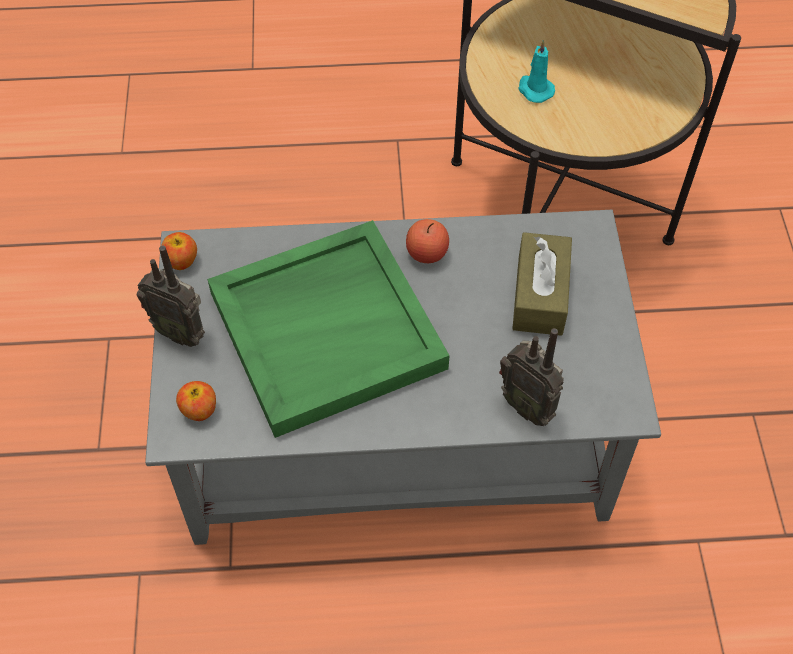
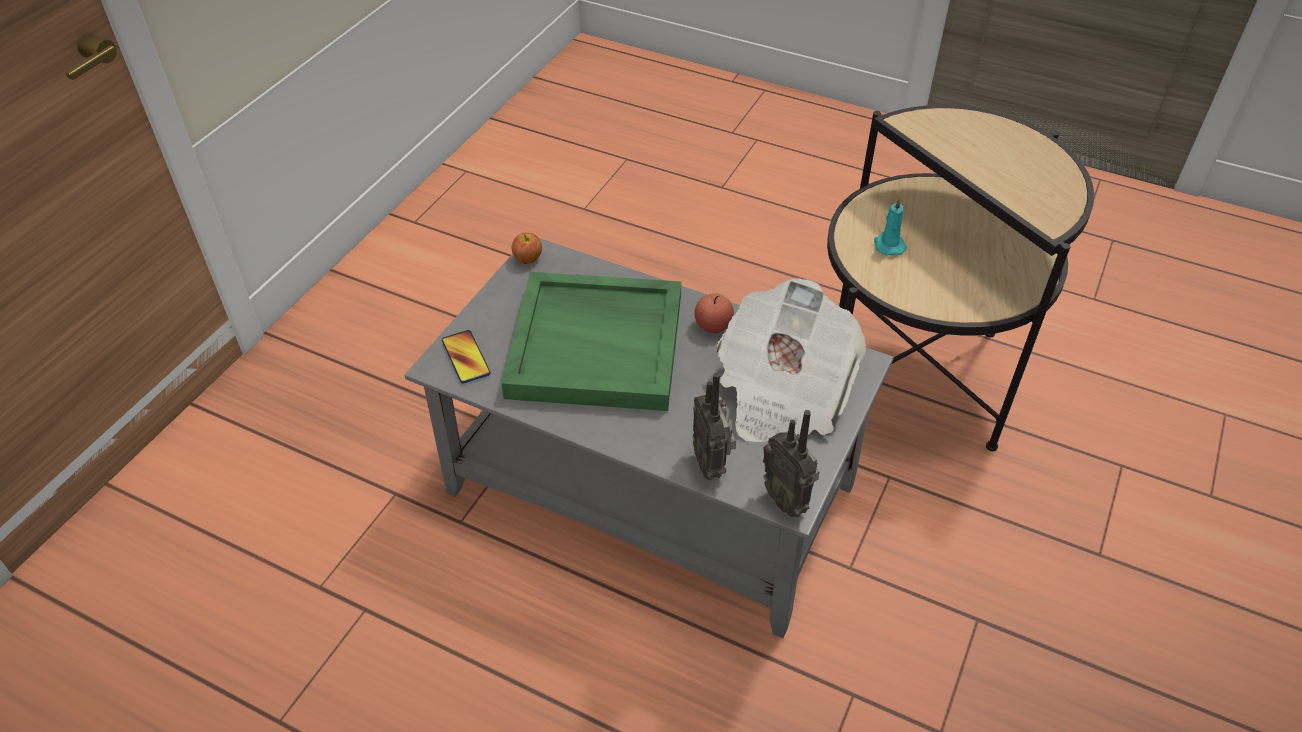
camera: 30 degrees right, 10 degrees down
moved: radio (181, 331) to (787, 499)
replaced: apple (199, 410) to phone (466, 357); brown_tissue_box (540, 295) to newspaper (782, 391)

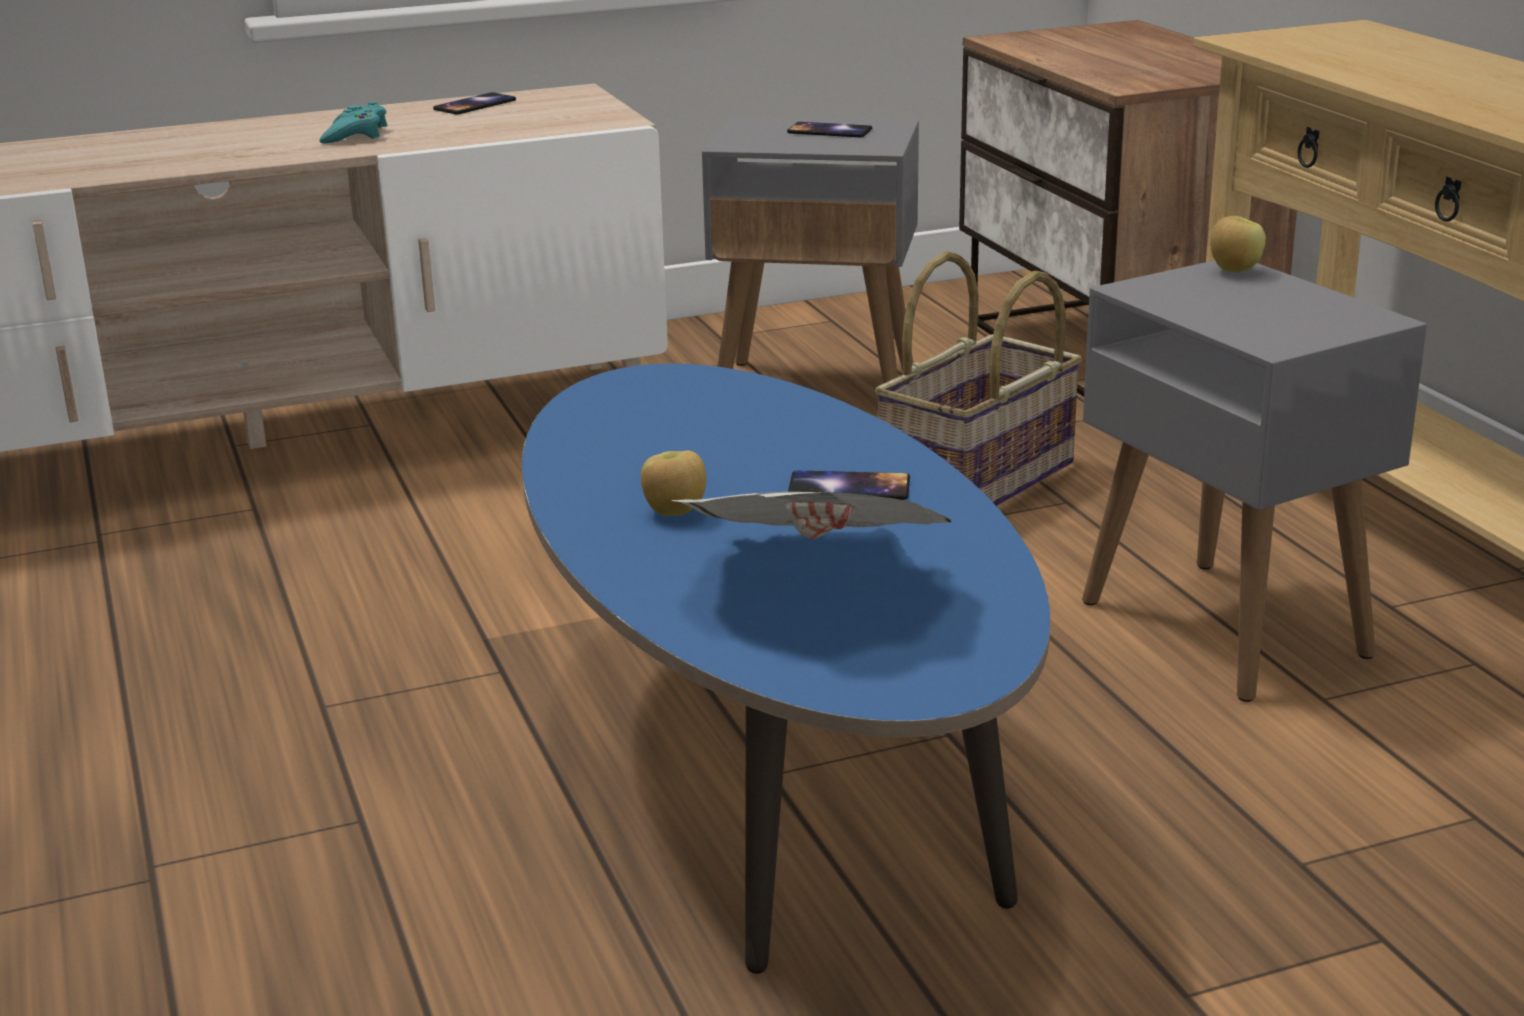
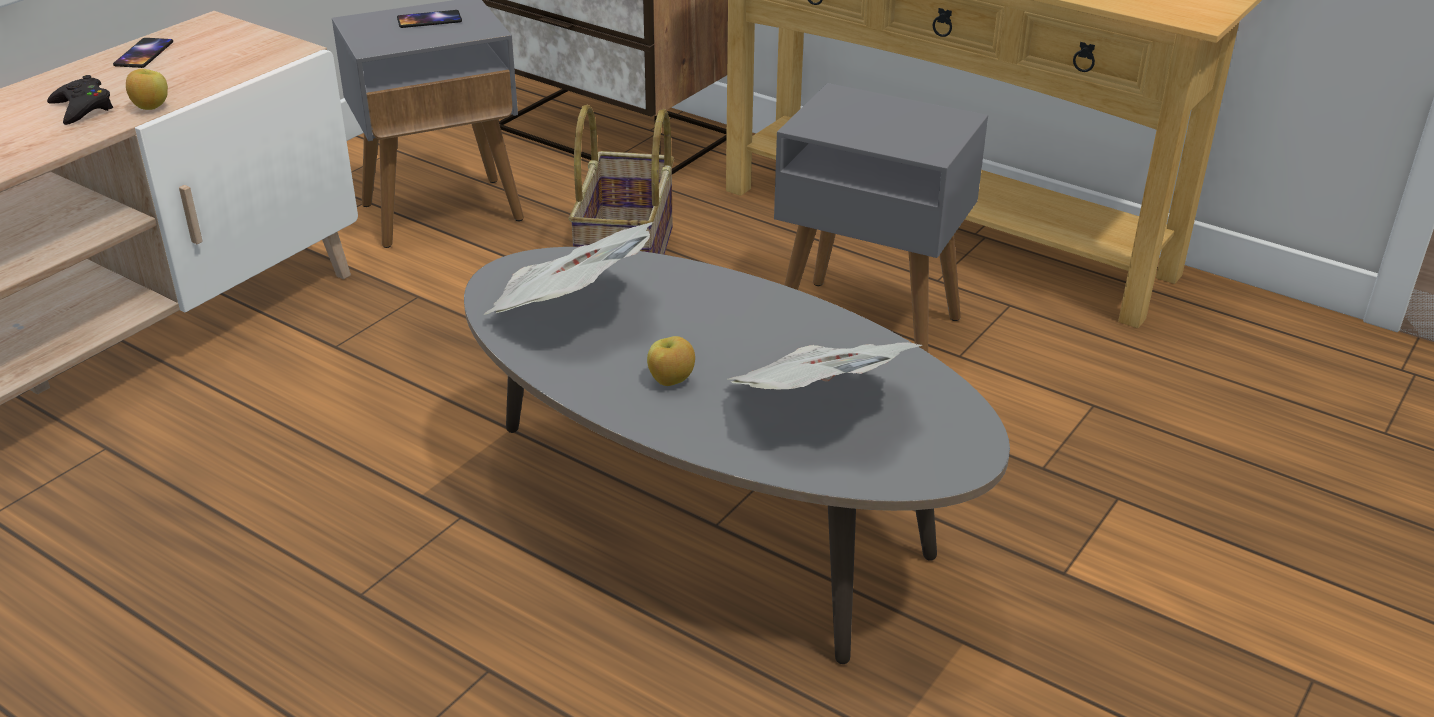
camera: 35 degrees left, 10 degrees up
removed: phone (849, 487)
added: newspaper (569, 308)
moved: apple (1234, 270) to (150, 107)
recoloured: turquoise_game_controller (355, 134) to black_game_controller (82, 108); blue_coffee_table (767, 775) to grey_coffee_table (715, 526)

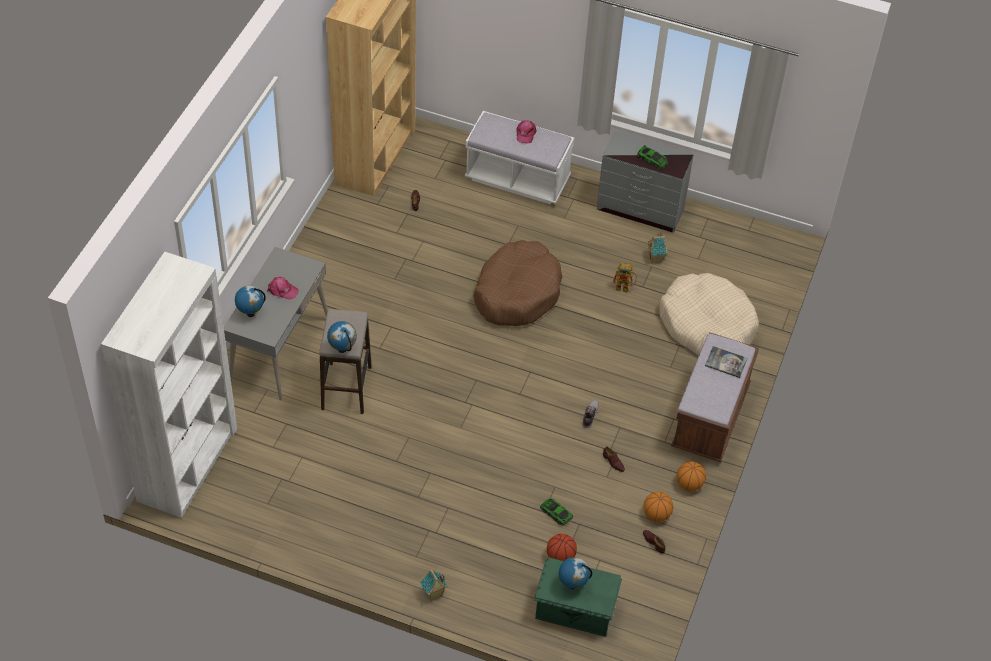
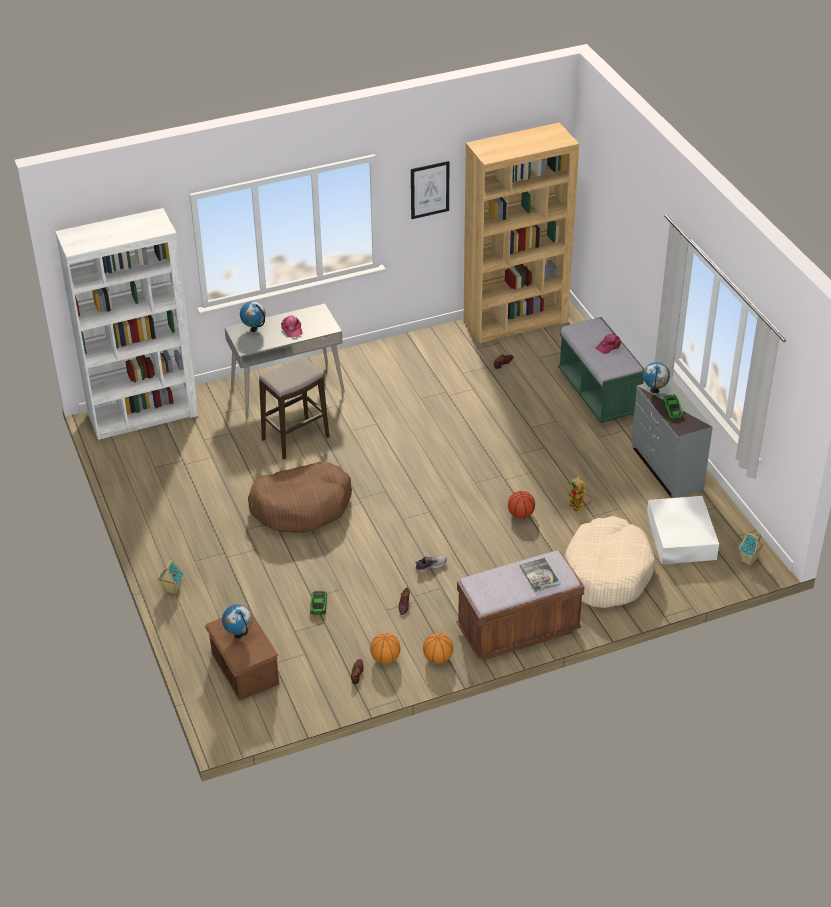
camera: 50 degrees right, 10 degrees down
added: picture (429, 189); white_storage_box (681, 536)
moved: brown_dog_bed (517, 292) to (302, 506); basketball (560, 557) to (520, 514); globe (342, 349) to (654, 391); toy_house (656, 258) to (748, 560)
recoloured: green_storage_box (575, 610) to brown_storage_box (244, 669); white_bench (517, 179) to green_bench (599, 393)

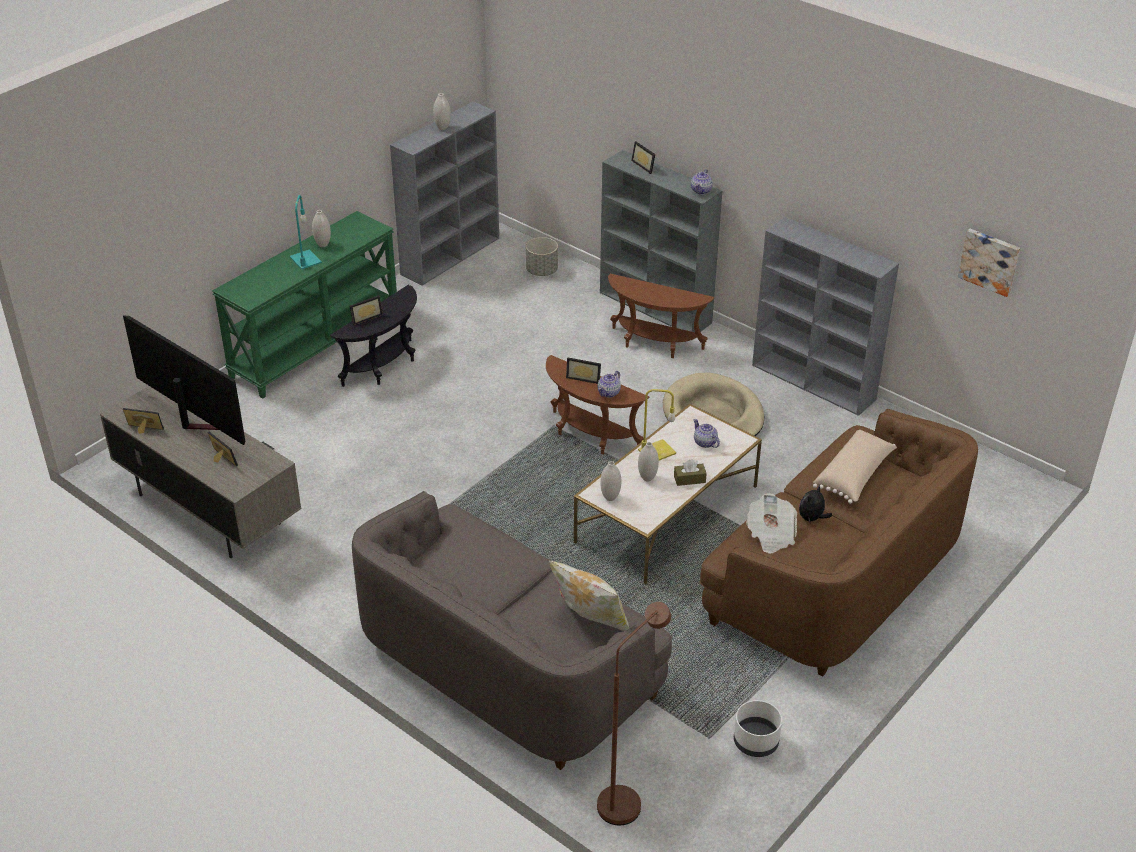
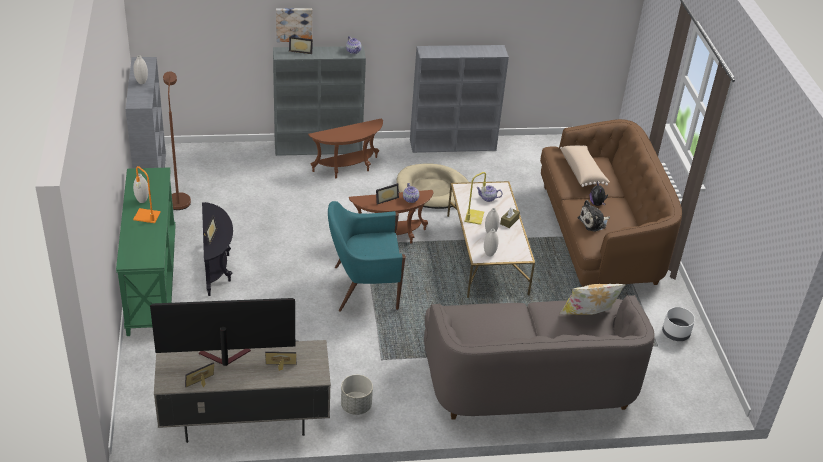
camera: 50 degrees left, 0 degrees up
added: turquoise_armchair (364, 288)
moved: brown_floor_lamp (626, 799) to (178, 198); picture (990, 261) to (294, 24); grey_planter (542, 271) to (356, 406)
replaced: newspaper (770, 535) to plush_toy (593, 222)
recoloured: turquoise_table_lamp (306, 260) to orange_table_lamp (147, 216)

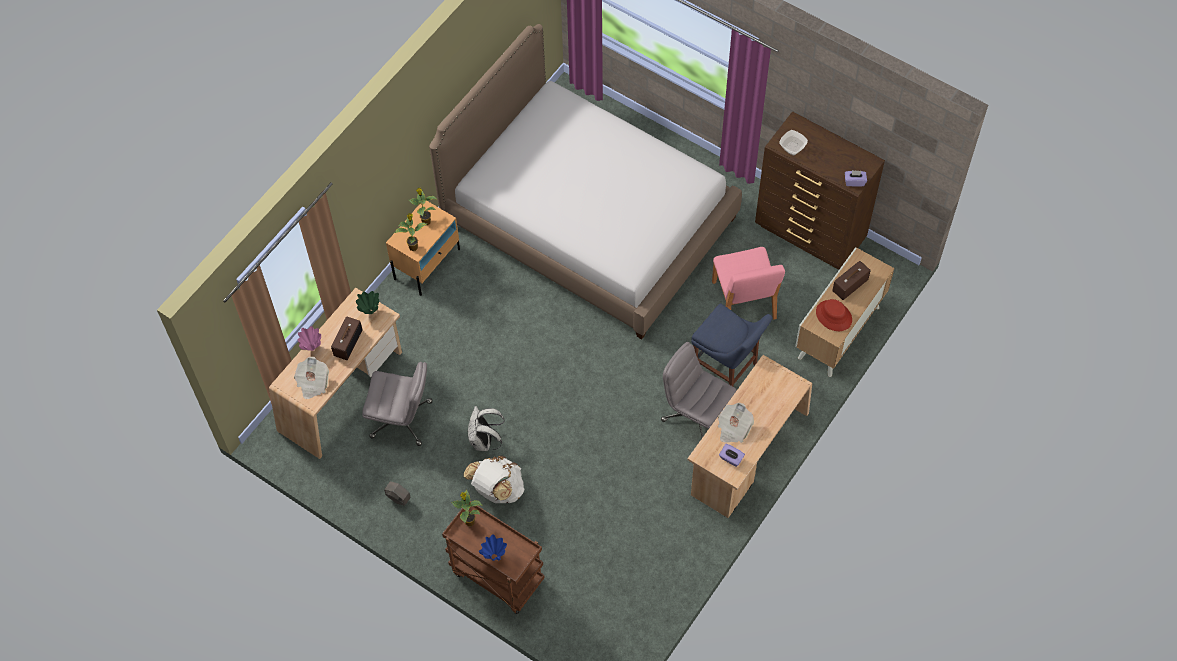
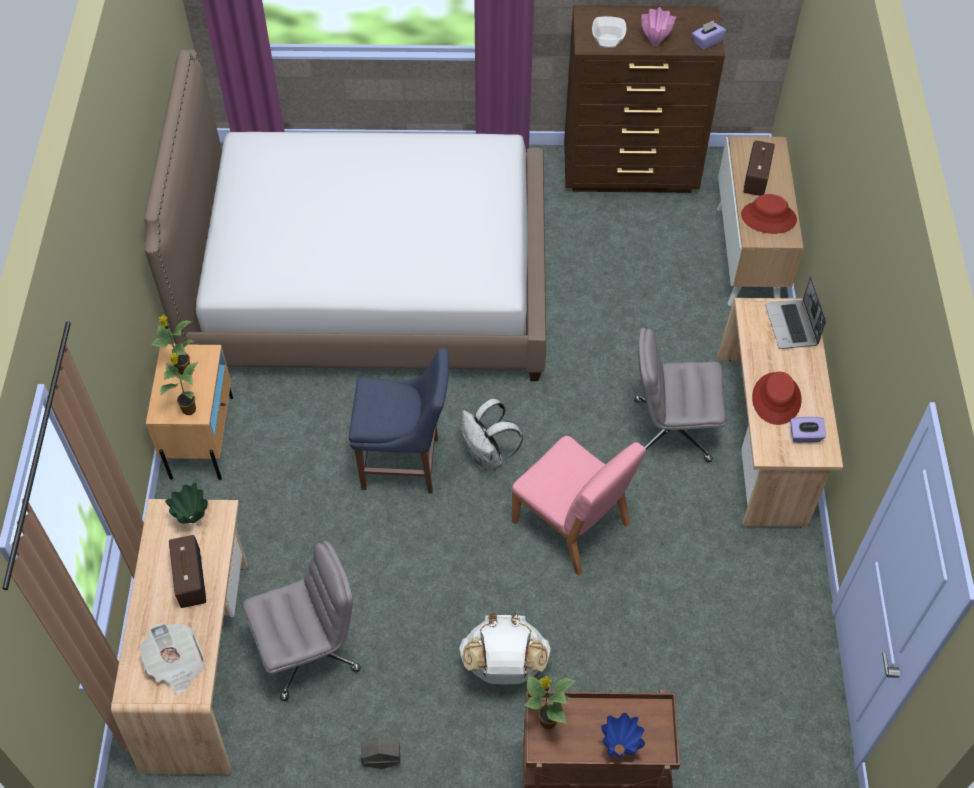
camera: 35 degrees left, 5 degrees down
added: laptop (792, 326)
moved: blue_chair (727, 368) to (405, 464); white_backpack (484, 441) to (487, 456); pink_chair (743, 301) to (571, 524); pink_vase (312, 348) to (655, 43)
replaced: newspaper (733, 428) to red_hat (776, 399)

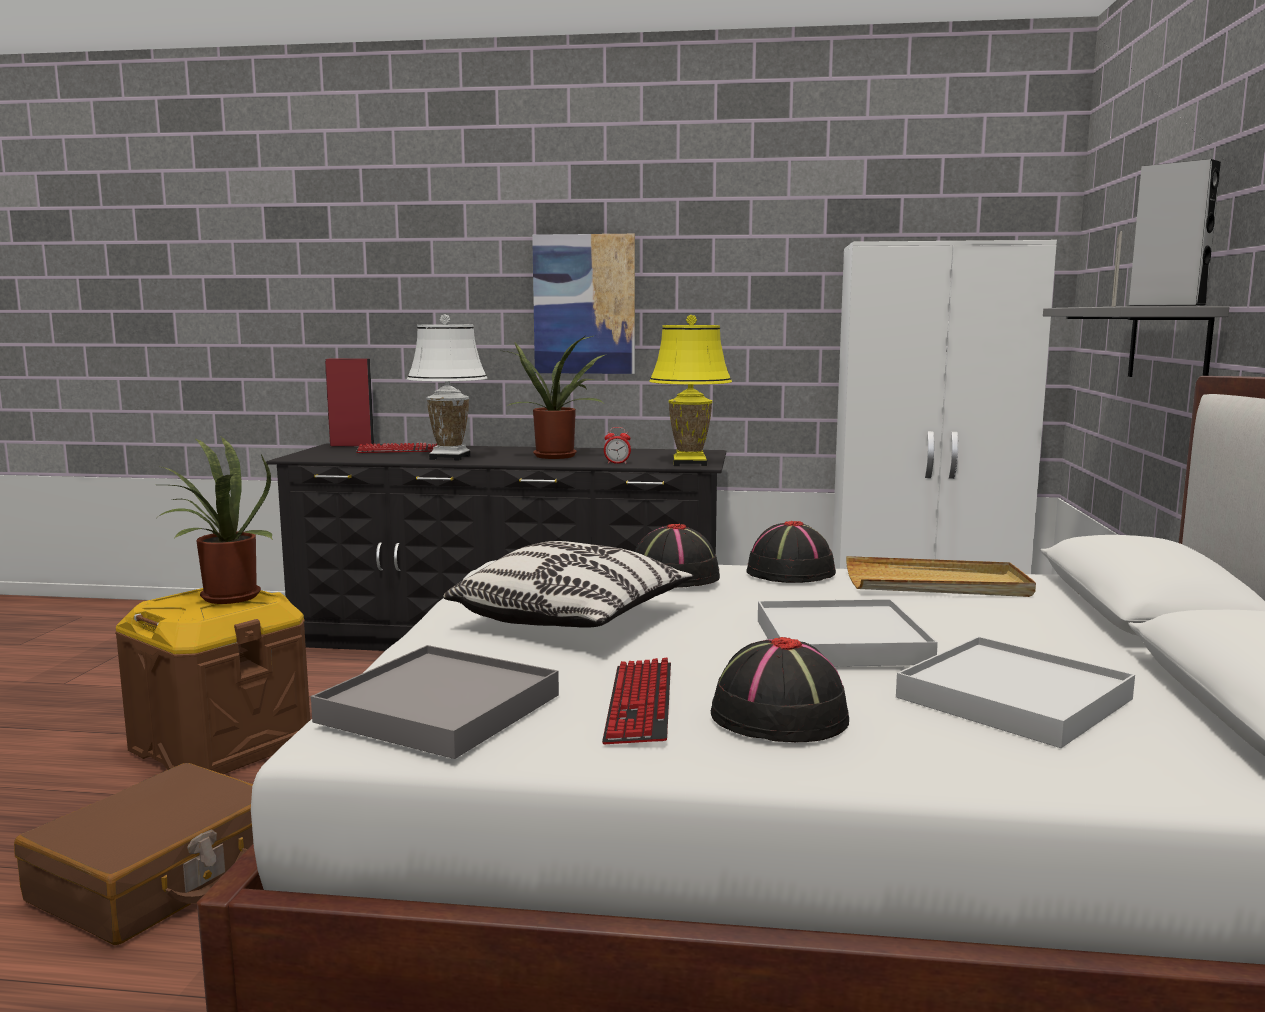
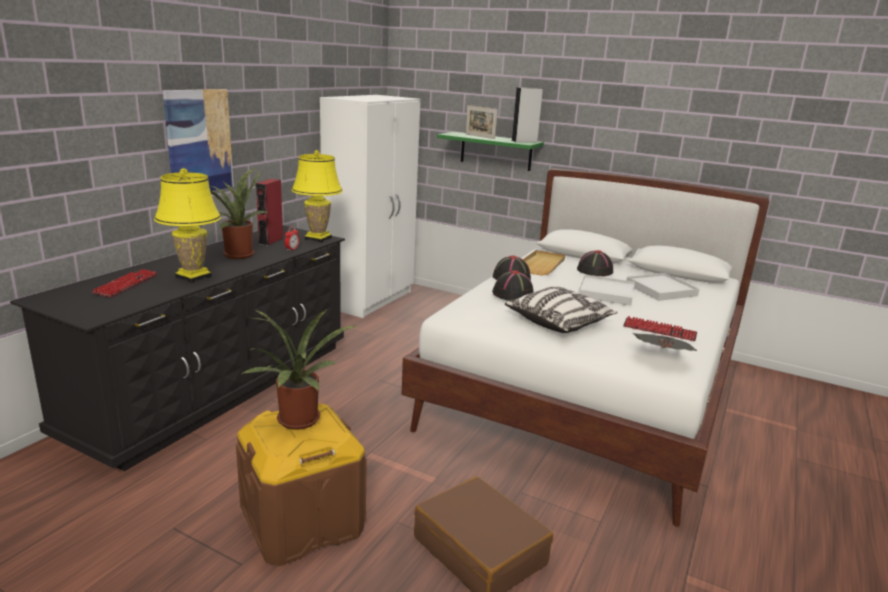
camera: 70 degrees left, 10 degrees up
moved: red_speaker (352, 445) to (271, 241); black_hat (778, 717) to (594, 271)
replaced: grey_tray (440, 708) to newspaper (661, 358)
recoloured: white_table_lamp (449, 457) to yellow_table_lamp (193, 277); grey_shelf (1168, 345) to green_shelf (496, 151)

